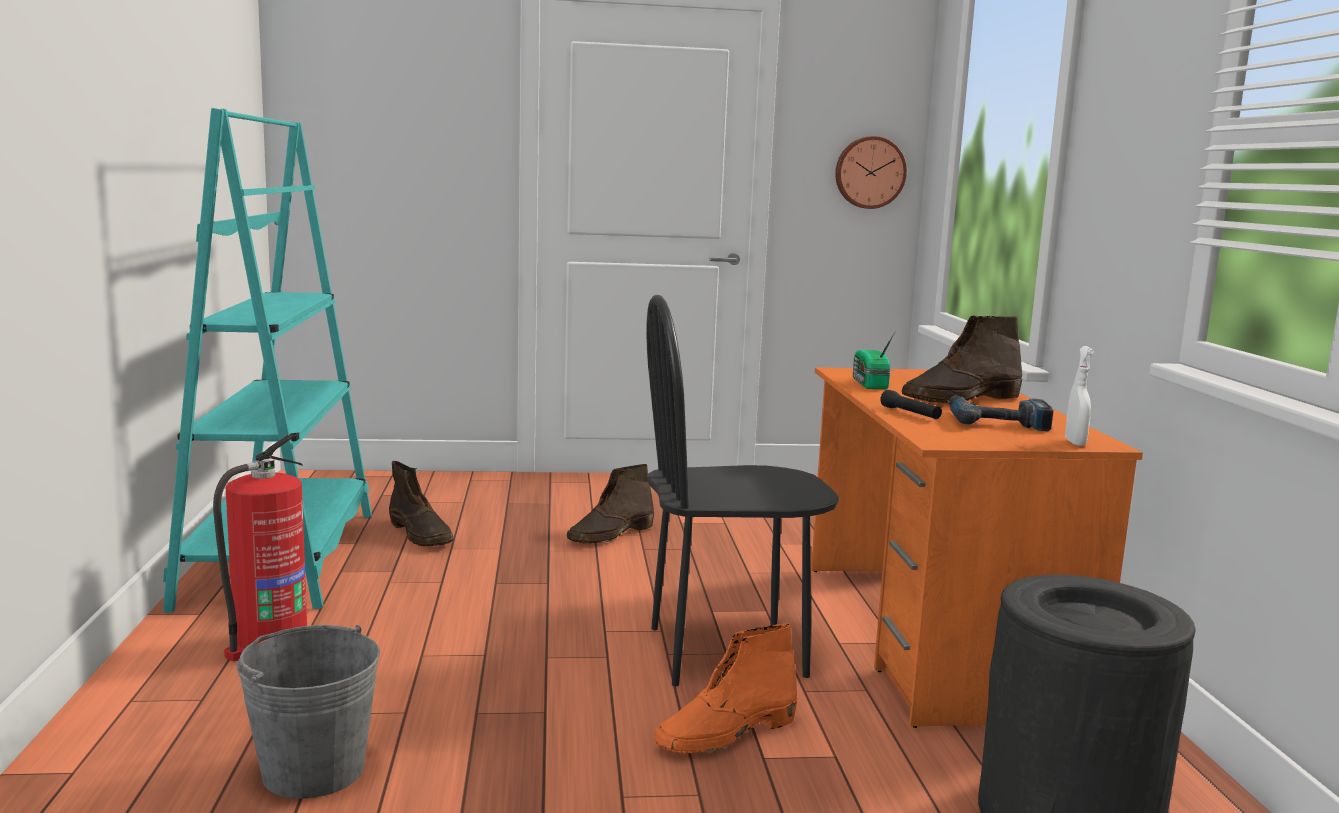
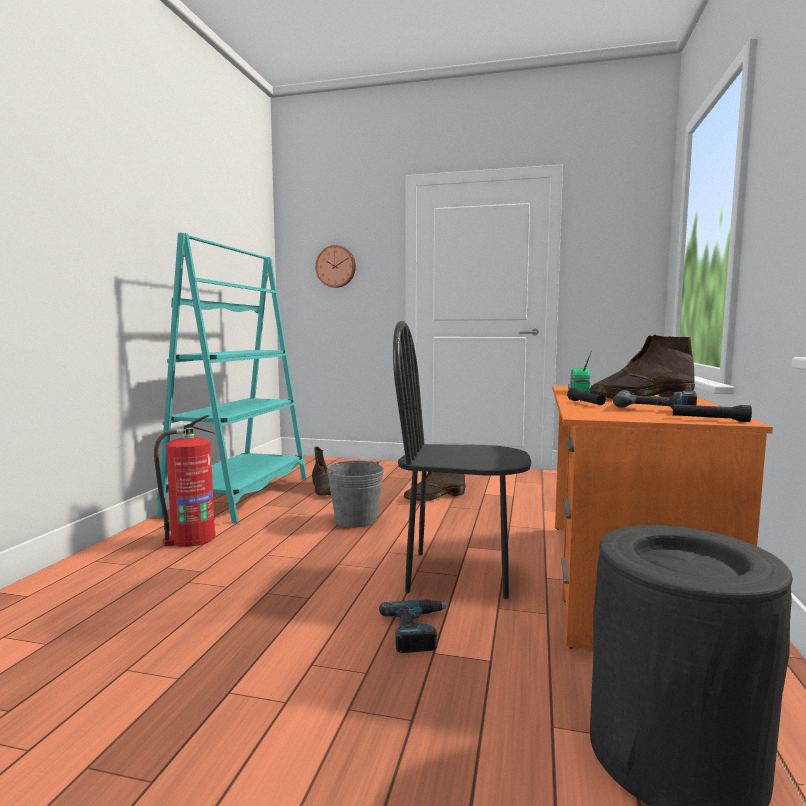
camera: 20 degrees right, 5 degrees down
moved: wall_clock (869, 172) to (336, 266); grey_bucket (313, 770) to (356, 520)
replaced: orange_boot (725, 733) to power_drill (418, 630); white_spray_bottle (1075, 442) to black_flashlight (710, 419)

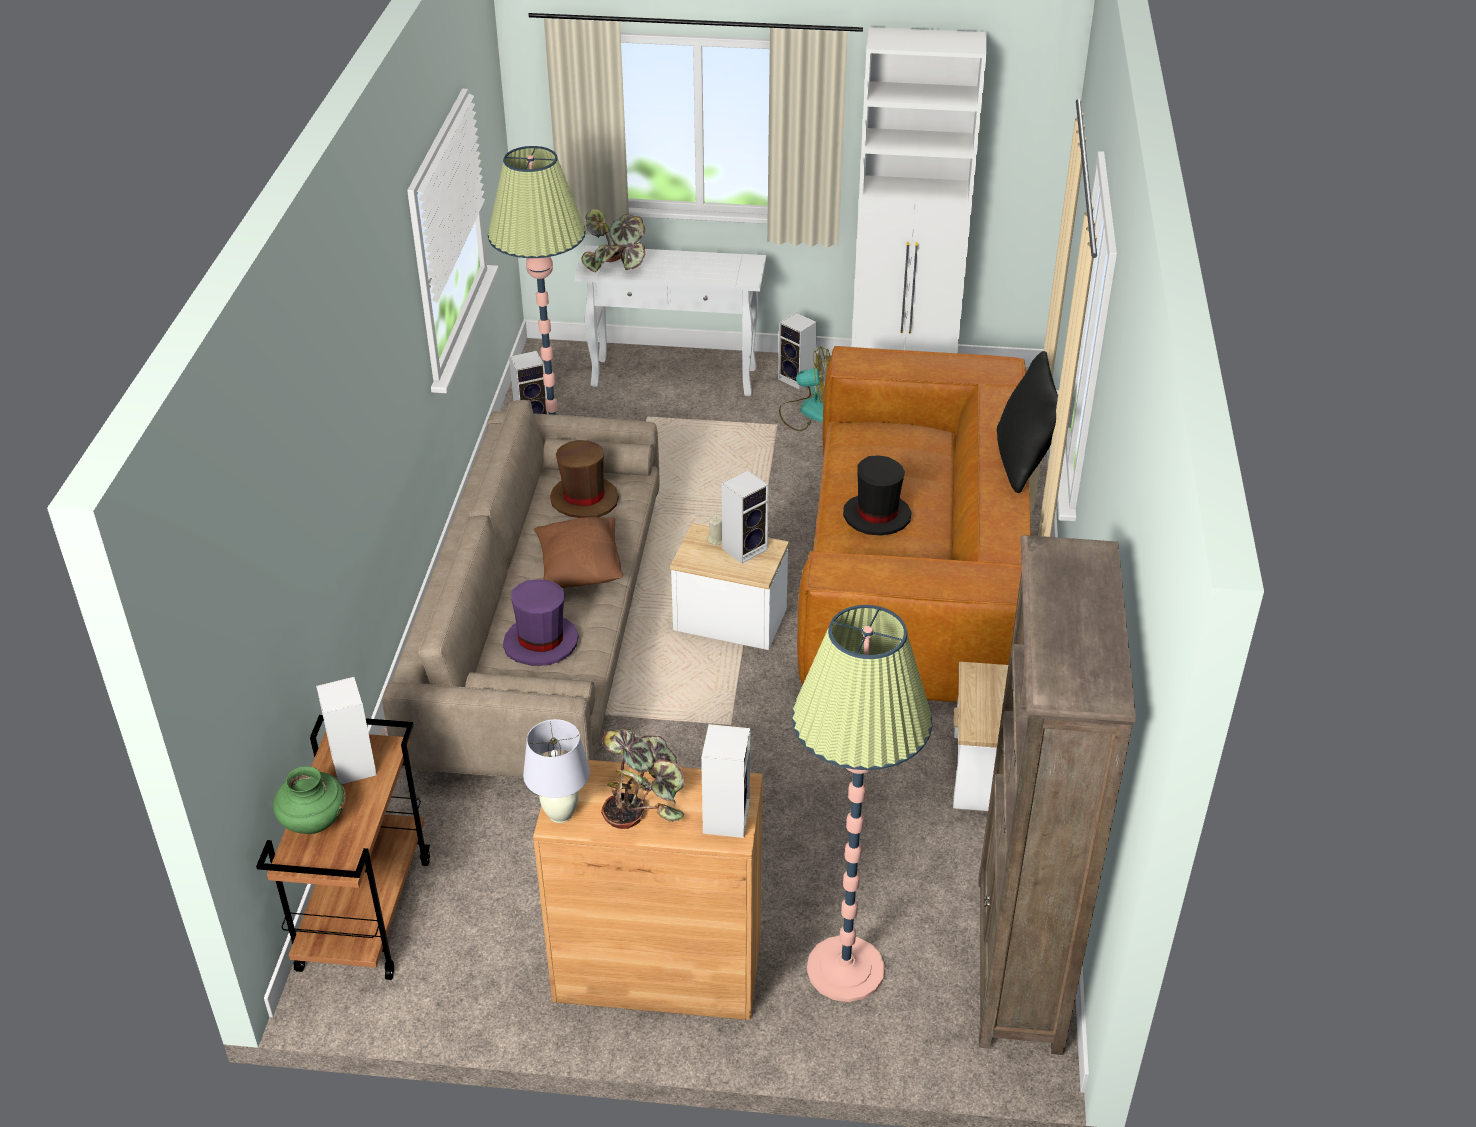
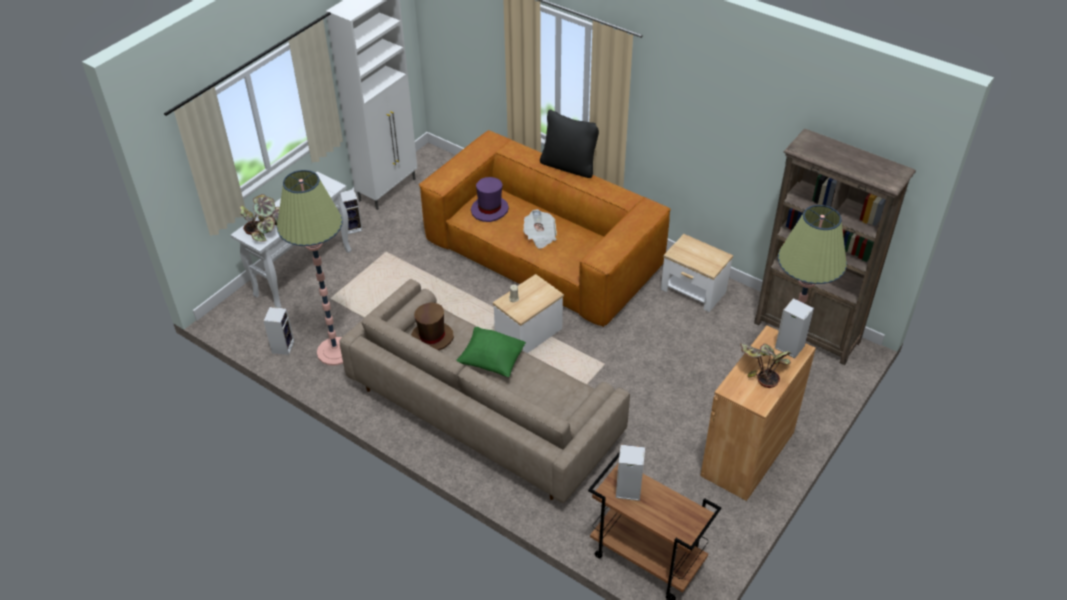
camera: 60 degrees left, 5 degrees up
removed: green_vase (313, 821); white_table_lamp (560, 814); speaker (745, 548); fan (809, 412)
moved: purple_hat (541, 643) to (490, 210)
replaced: black_hat (876, 516) to newspaper (540, 236)
recoloured: brown_pillow (580, 570) to green_pillow (491, 361)

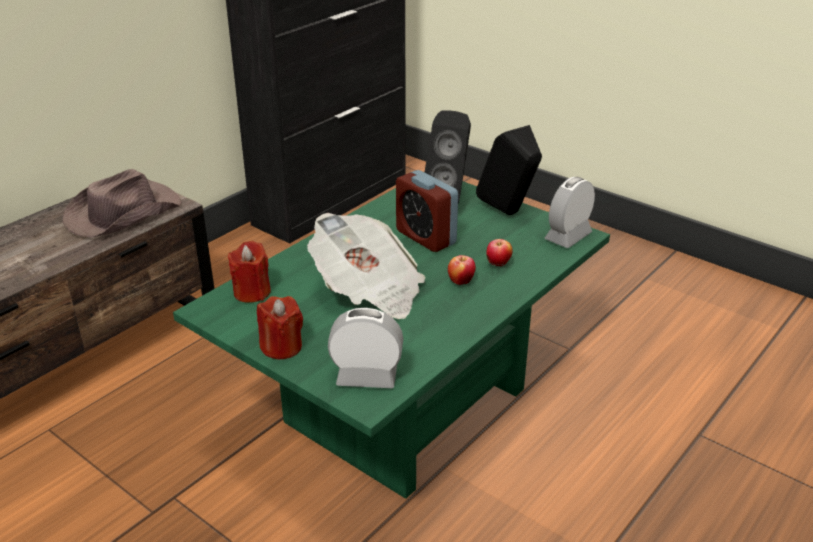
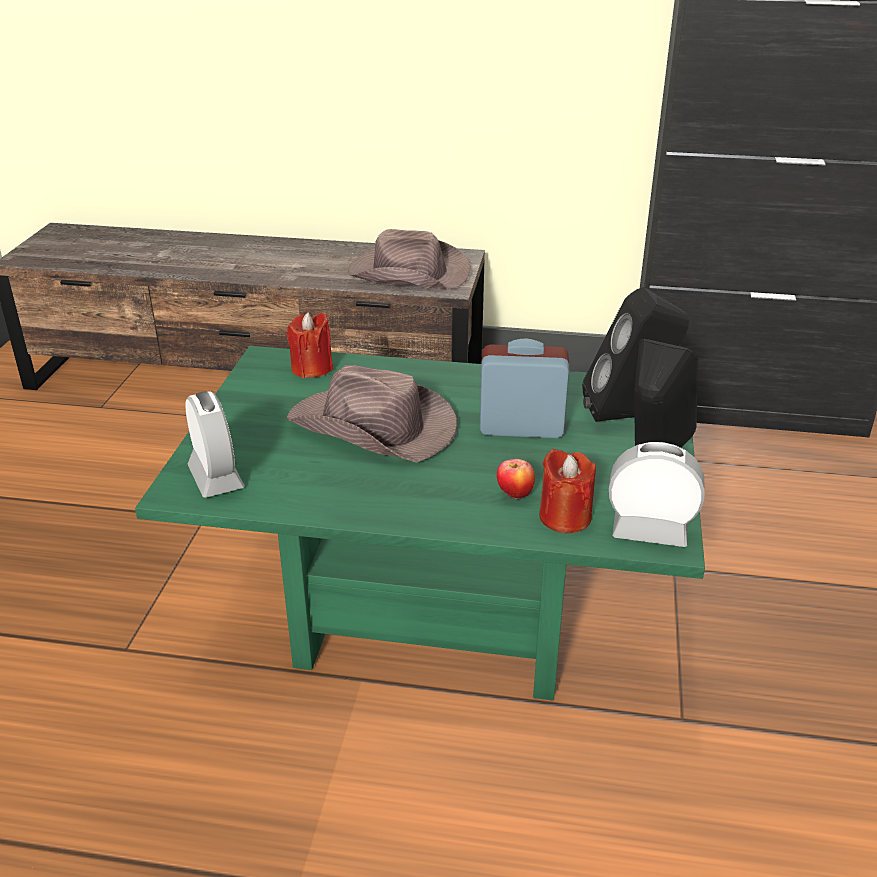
camera: 60 degrees right, 0 degrees up
removed: apple (461, 281)
moved: red_candle (281, 347) to (565, 517)
replaced: newspaper (369, 290) to brown_hat (373, 428)
turned: alarm_clock (425, 237) = (521, 427) 75 degrees clockwise

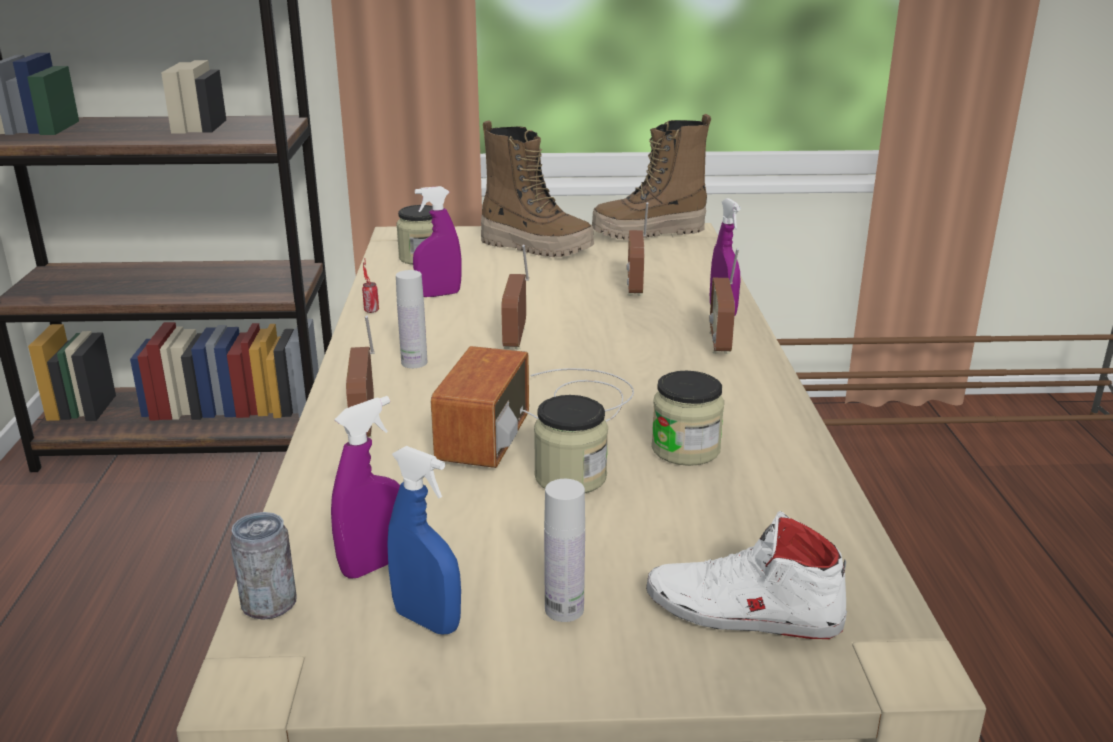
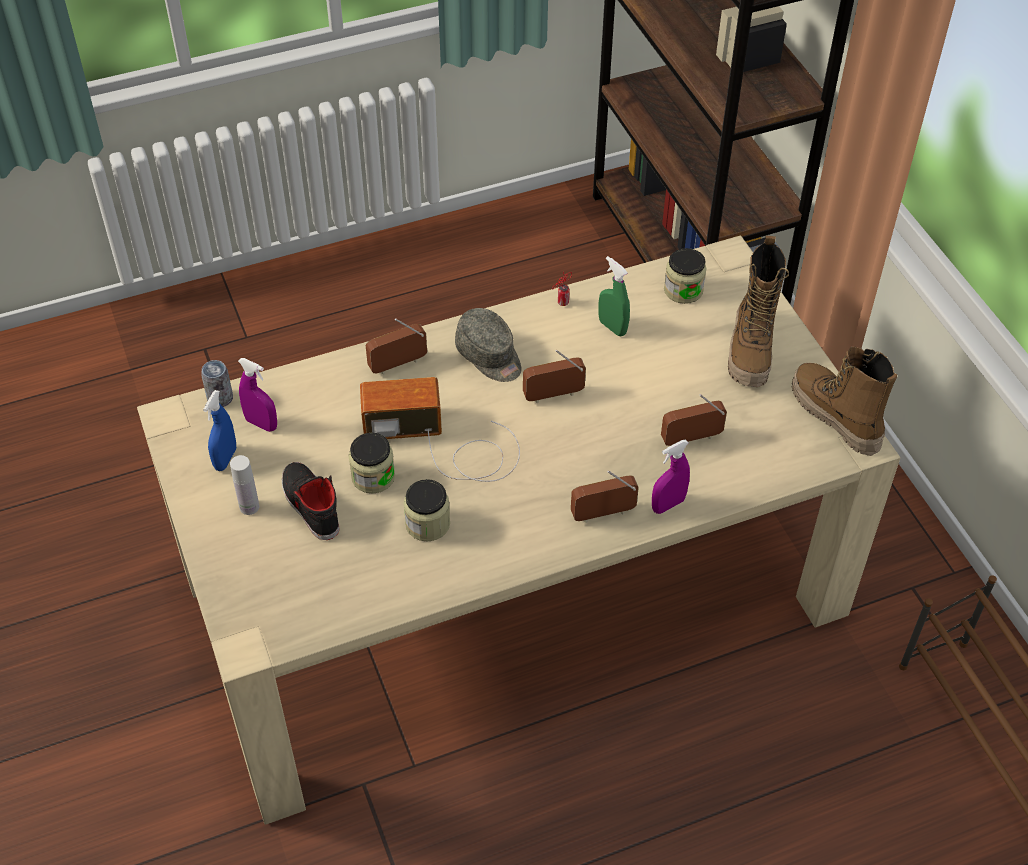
camera: 70 degrees right, 25 degrees up
removed: white_shoe (743, 612)
added: black_shoe (309, 505)
replaced: white_bottle (414, 362) to grey_cap (489, 356)
recoloured: purple_spray_bottle (439, 294) to green_spray_bottle (612, 327)

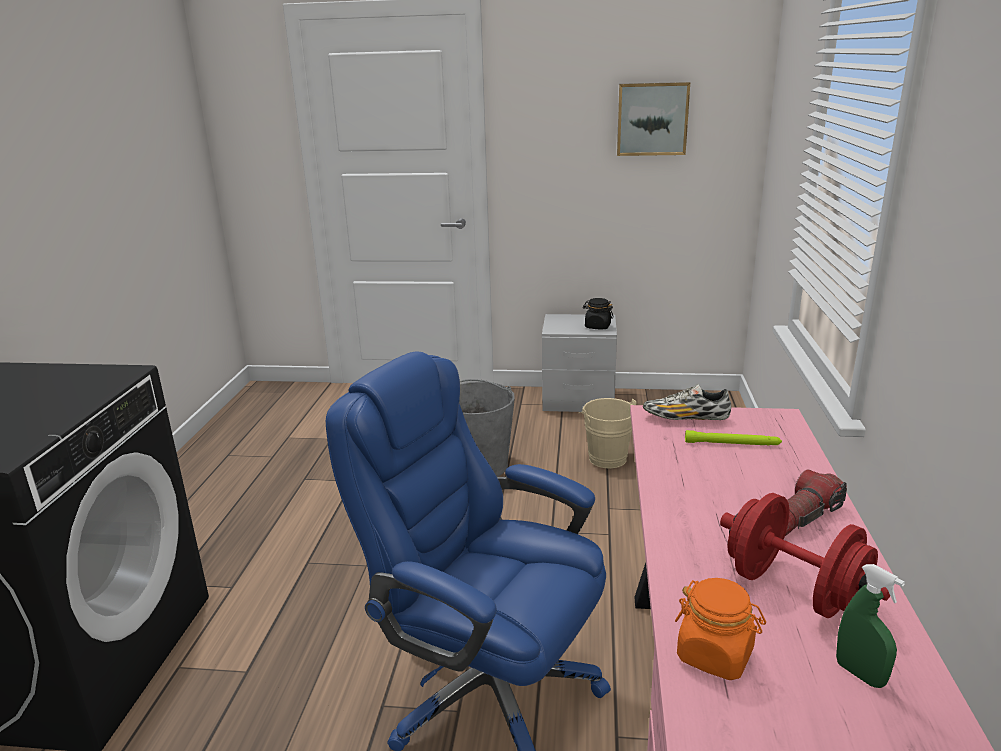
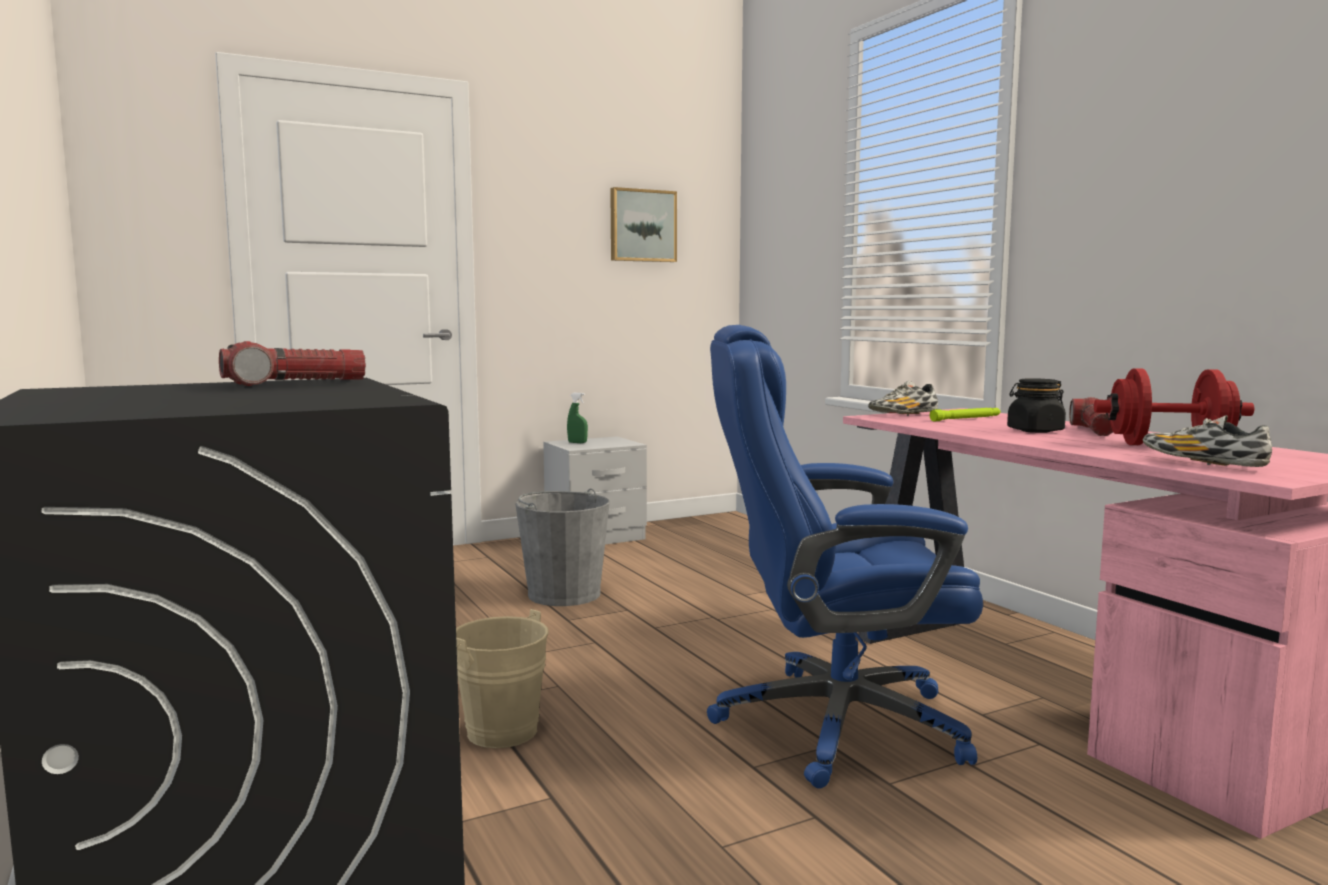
camera: 35 degrees left, 15 degrees down
added: flashlight (295, 384)
moved: beige_bucket (605, 457) to (496, 729); green_spray_bottle (859, 674) to (577, 442); black_jar (597, 326) to (1035, 431)
replaced: orange_jar (715, 655) to shoe (1201, 464)

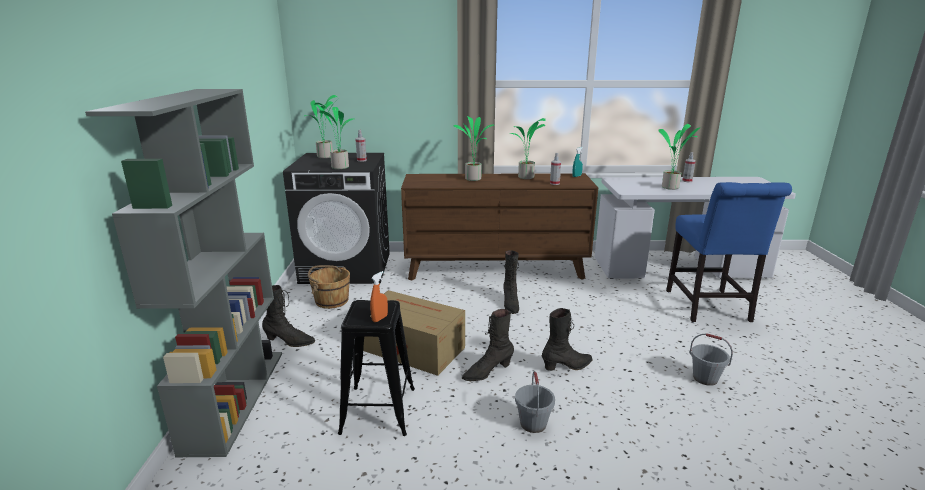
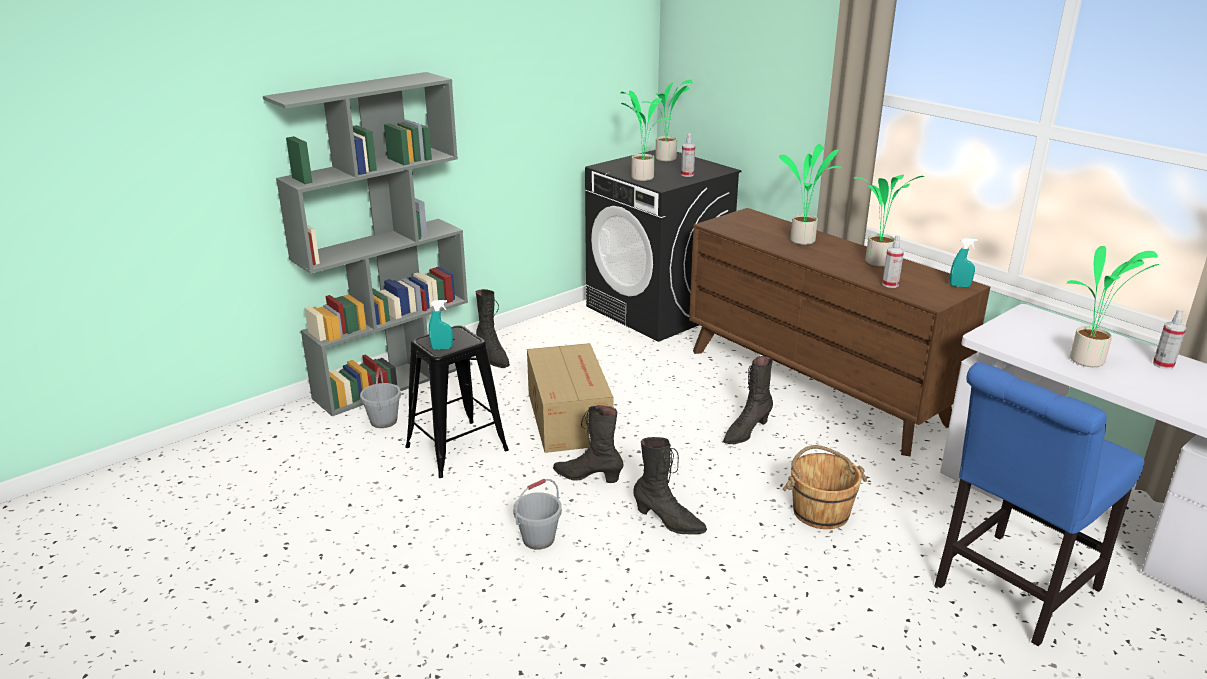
camera: 50 degrees right, 5 degrees up
moved: grey_bucket (705, 378) to (384, 421); brown_bucket (331, 300) to (820, 511)
recoloured: orange_spray_bottle (380, 318) to turquoise_spray_bottle (442, 348)

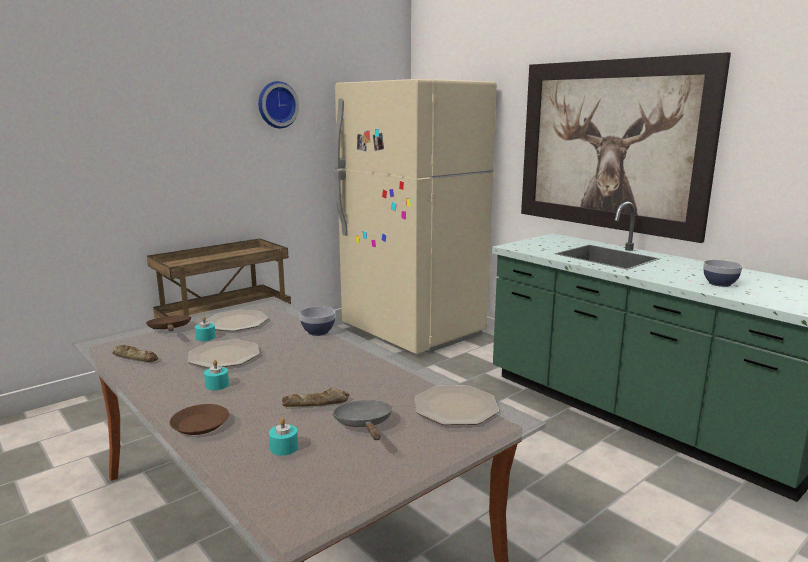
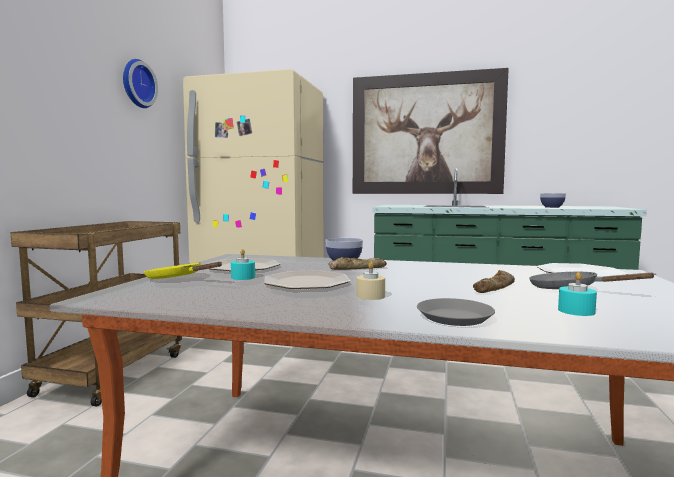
camera: 35 degrees left, 10 degrees down
moved: bread (135, 357) to (357, 268)
recoloured: brown_frying_pan (170, 329) to yellow_frying_pan (178, 279); turquoise_candle (217, 385) to beige_candle (370, 296); brown_plate (200, 424) to grey_plate (454, 317)

